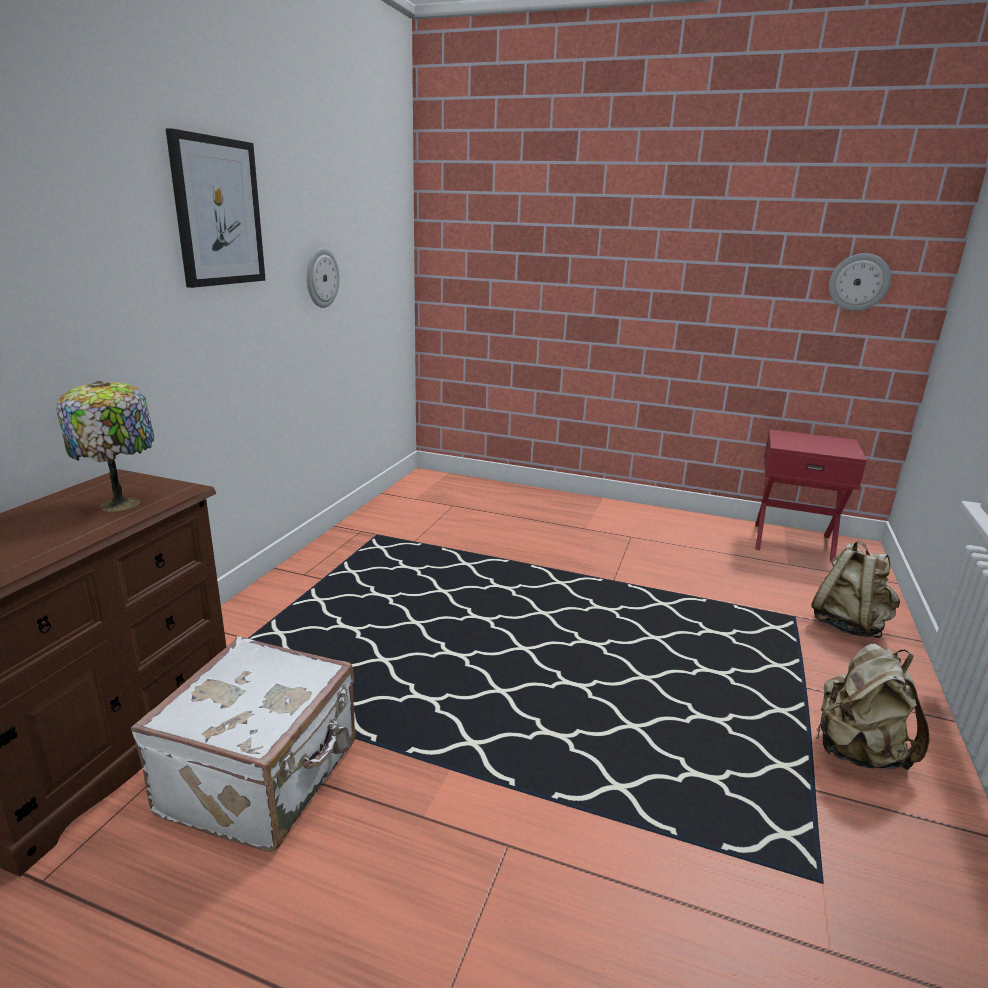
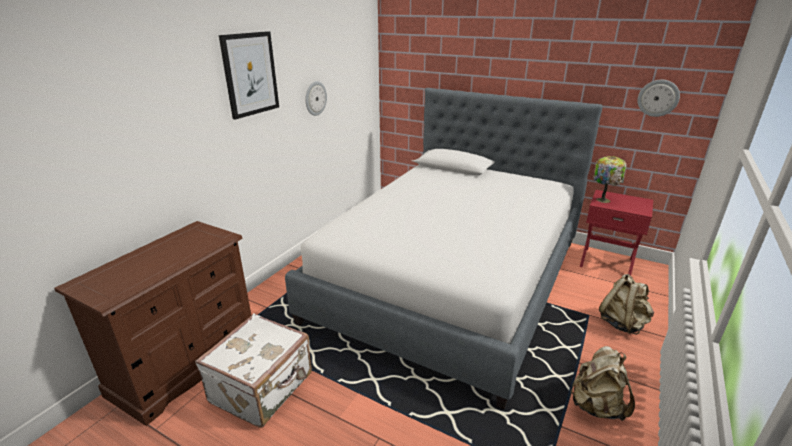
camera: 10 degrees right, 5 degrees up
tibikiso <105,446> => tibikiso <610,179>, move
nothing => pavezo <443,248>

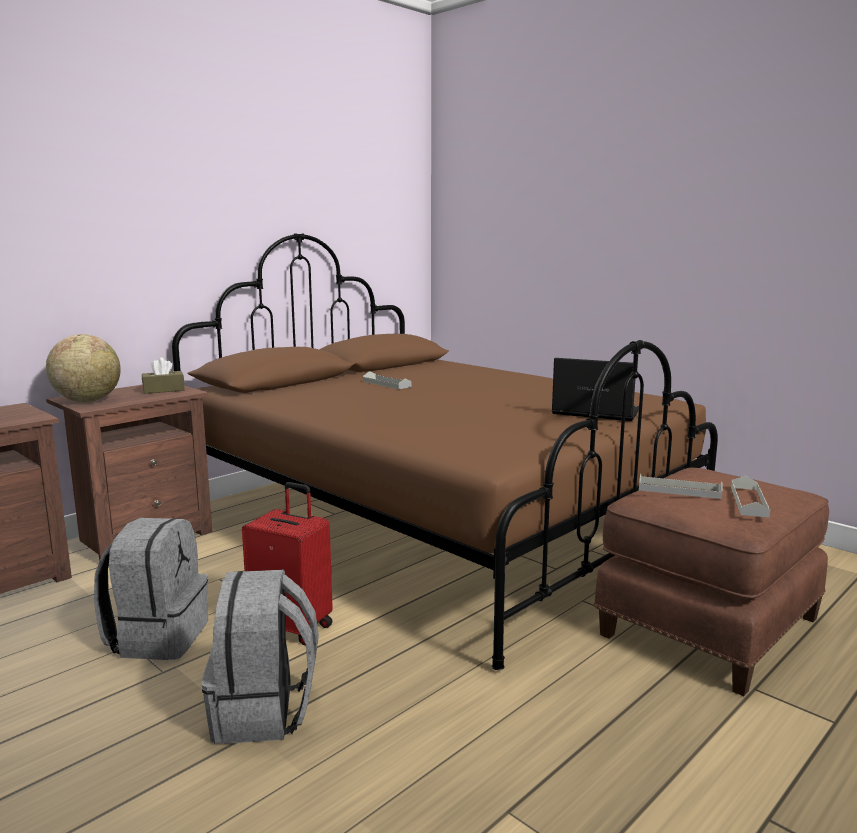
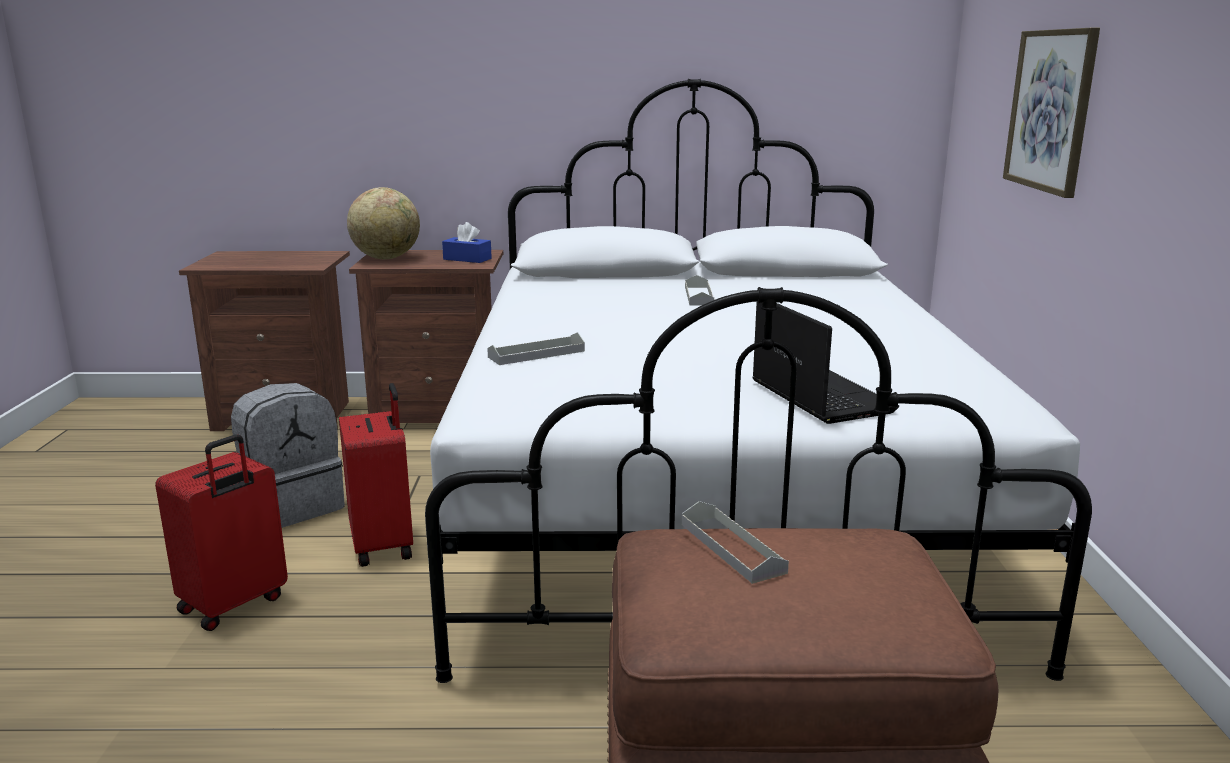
camera: 45 degrees right, 5 degrees up
brown pavezo <445,451> => white pavezo <758,381>
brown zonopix <163,376> => blue zonopix <467,242>
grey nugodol <750,497> => grey nugodol <536,348>, move
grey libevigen <260,657> => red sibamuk <221,532>
nothing => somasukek <1051,113>

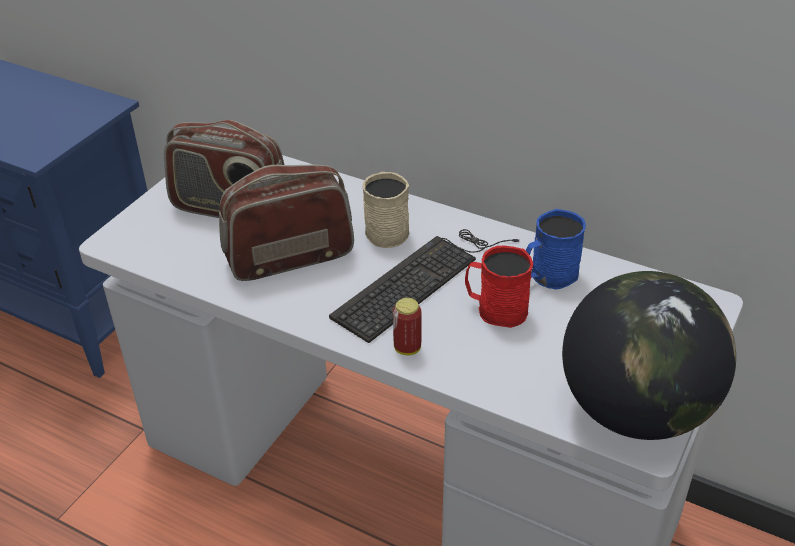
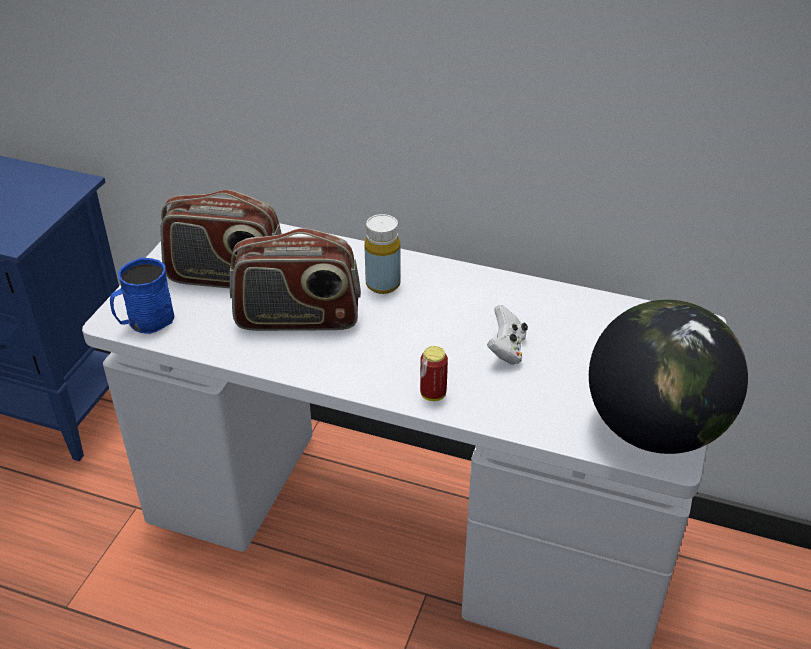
camera: 10 degrees left, 0 degrees up
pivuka <286,223> => pivuka <295,279>, 150 degrees counterclockwise
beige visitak <386,210> => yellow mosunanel <382,254>
blue visitak <556,249> => blue visitak <142,295>, move
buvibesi <424,286> => nothing
red visitak <499,287> => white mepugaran <507,335>

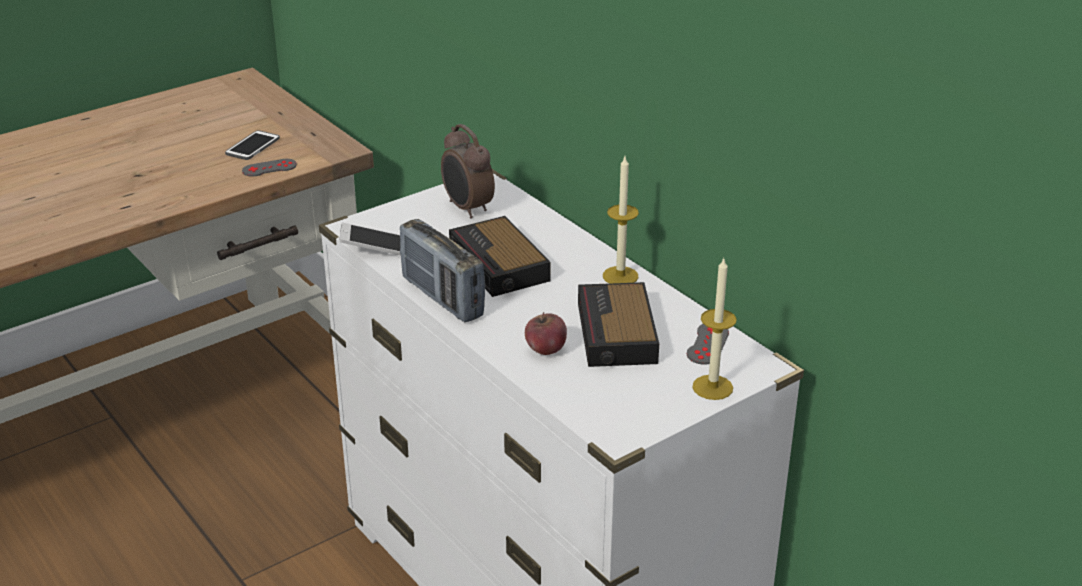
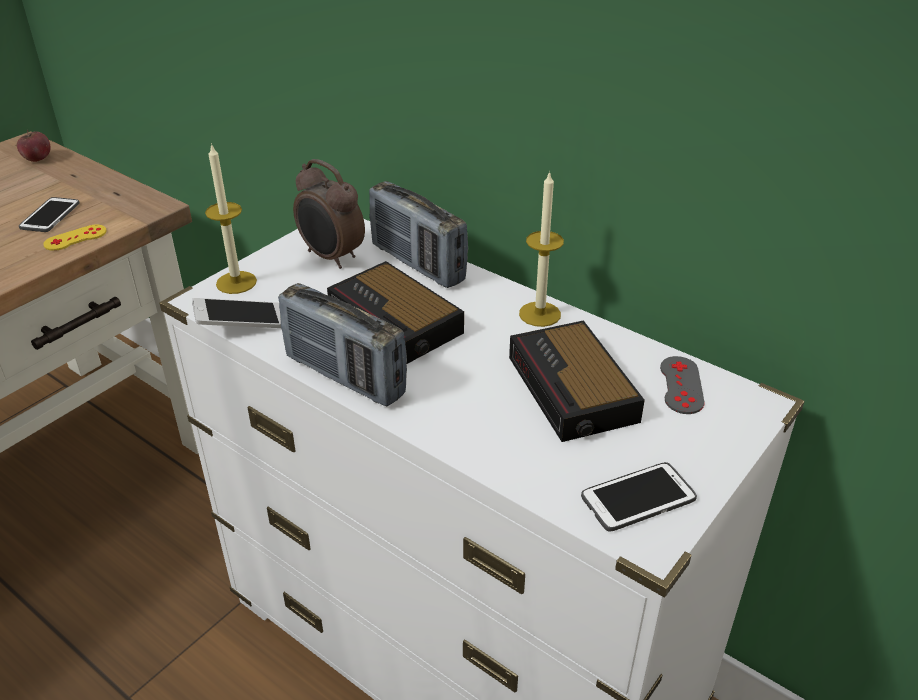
camera: 15 degrees left, 5 degrees up
grey mepugaran <269,168> => yellow mepugaran <75,237>
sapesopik <714,329> => sapesopik <231,218>, move
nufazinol <546,333> => nufazinol <33,146>, move
nothing => pivuka <418,234>
nothing => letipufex <639,497>

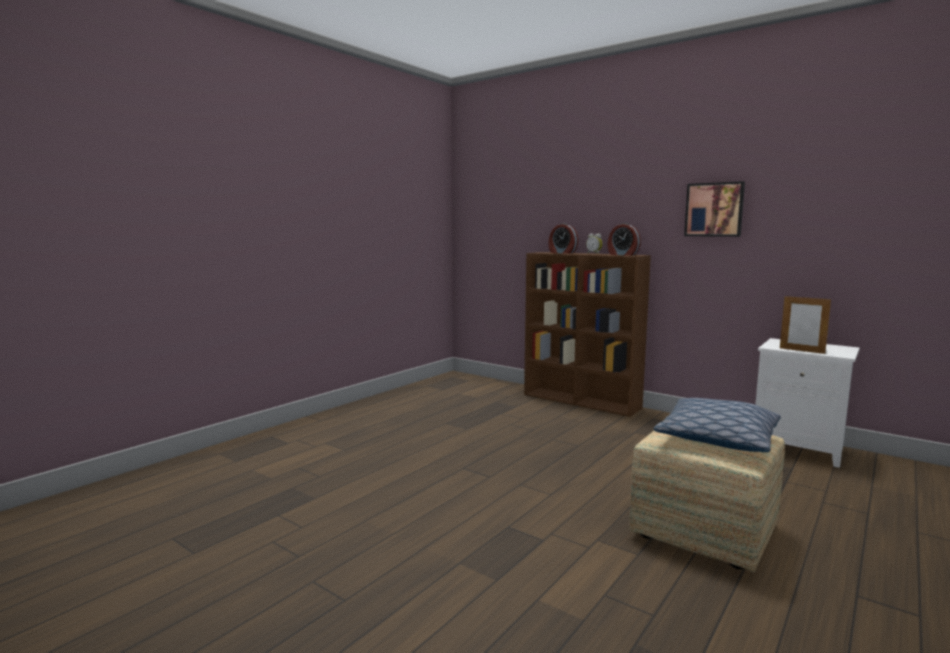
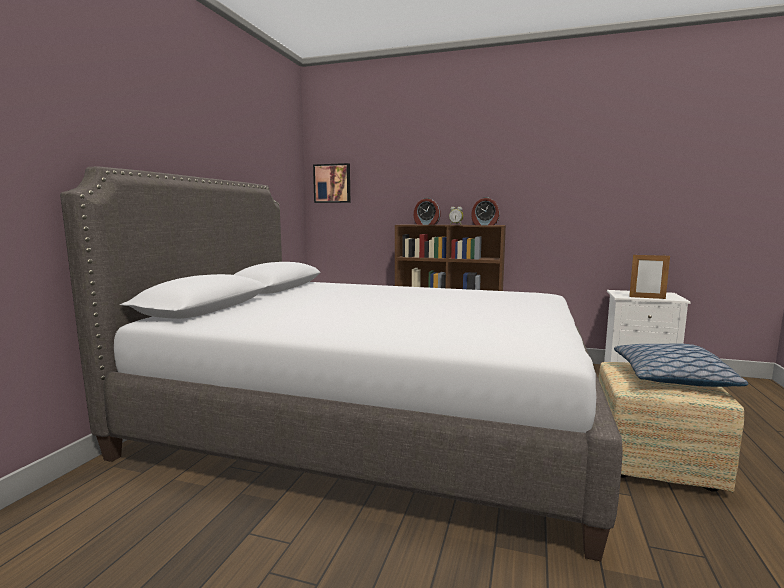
camera: 20 degrees left, 0 degrees up
somasukek <714,209> => somasukek <331,183>, move
nothing => grey pavezo <341,363>

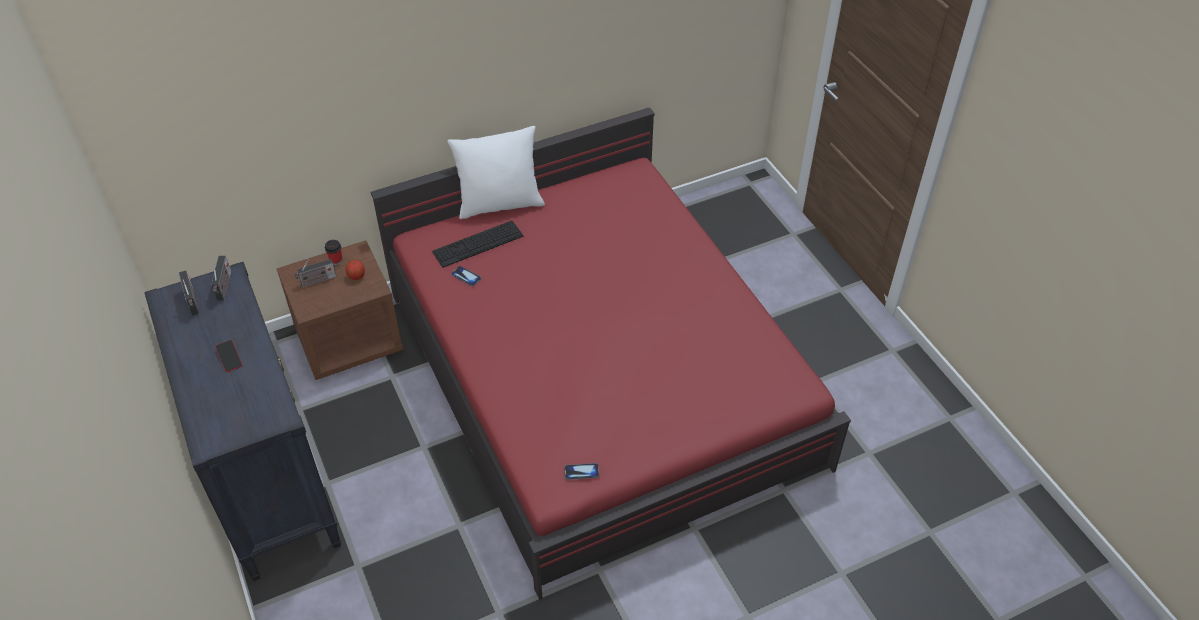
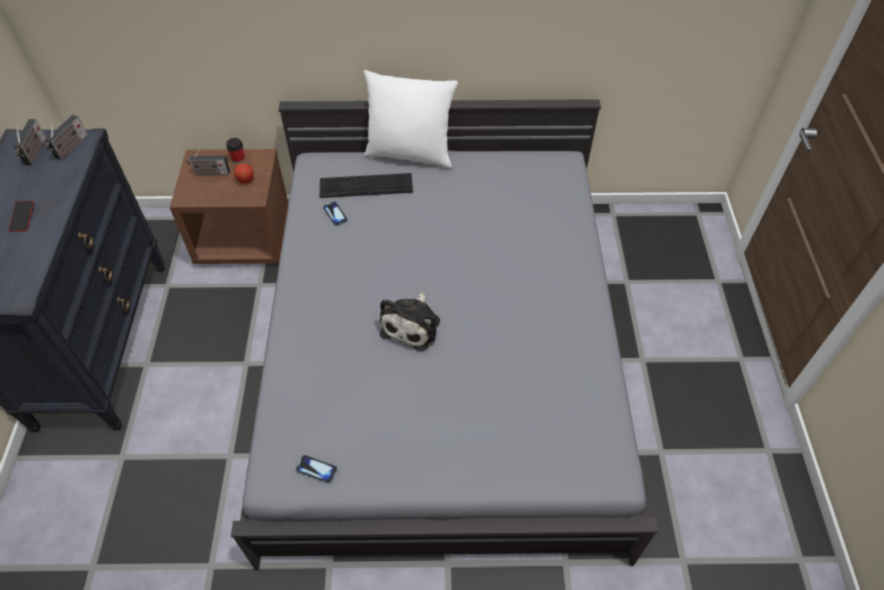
camera: 25 degrees right, 5 degrees up
red pavezo <610,353> => grey pavezo <444,334>
nothing => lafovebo <410,321>

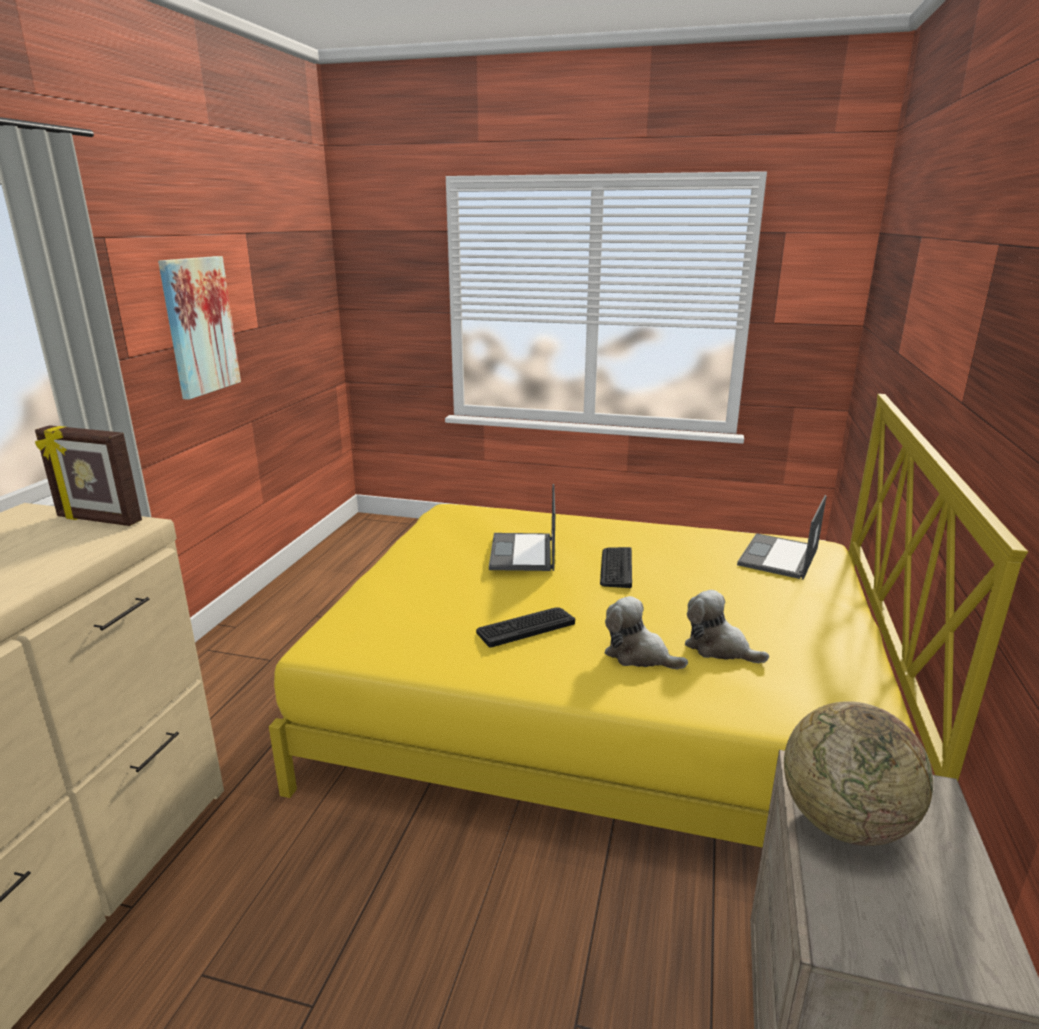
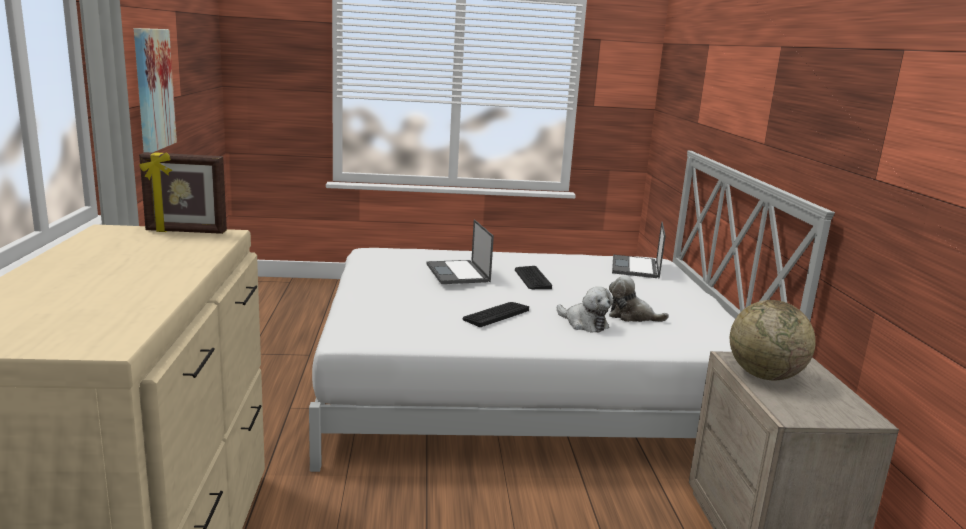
camera: 20 degrees left, 5 degrees down
yellow pavezo <648,621> => white pavezo <572,311>
lafovebo <646,632> => lafovebo <585,310>, 150 degrees counterclockwise

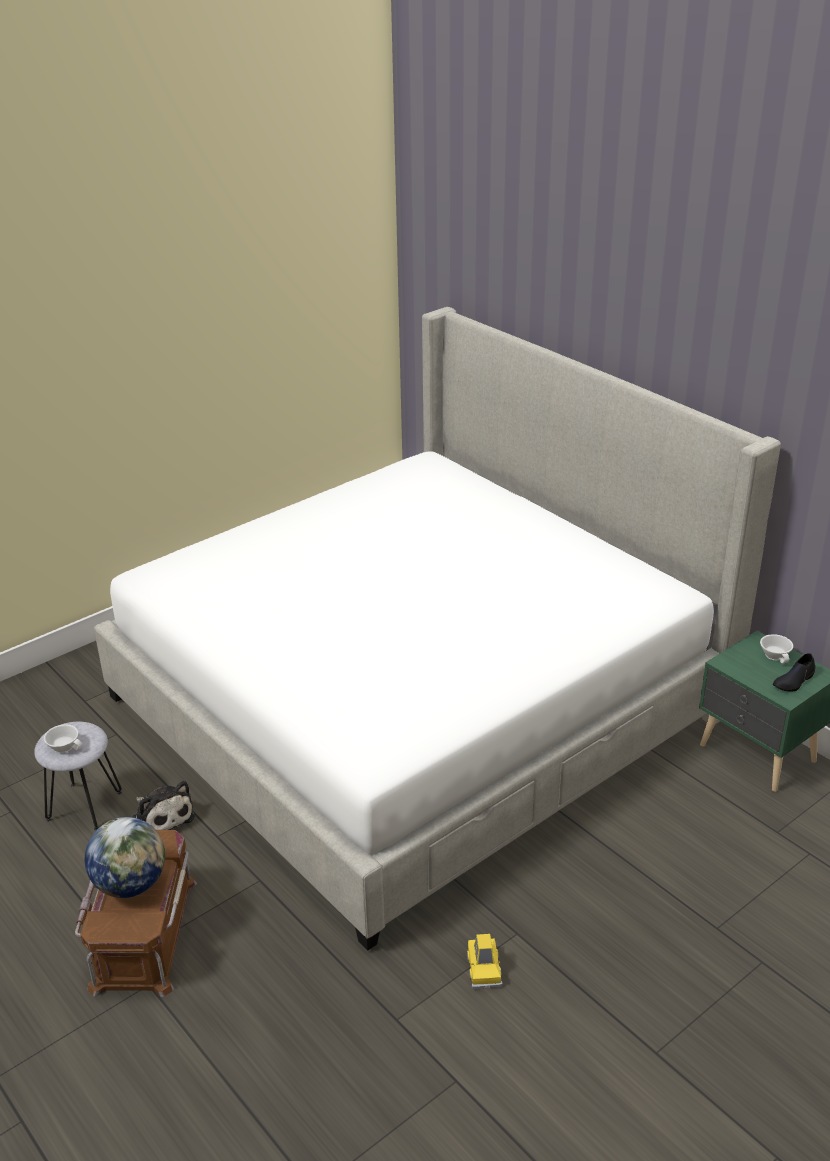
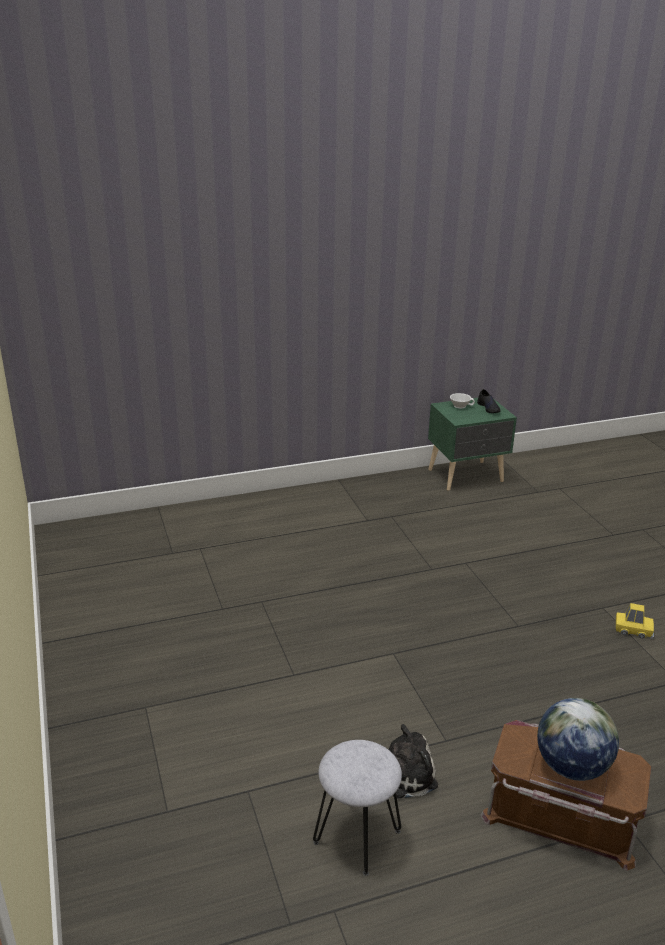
camera: 70 degrees left, 5 degrees down
pavezo <437,628> => nothing
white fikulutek <63,739> => nothing

